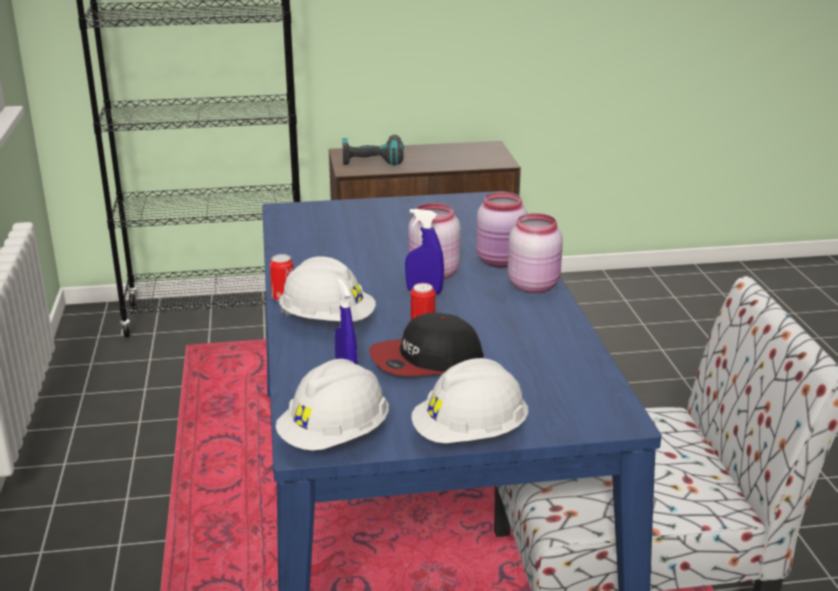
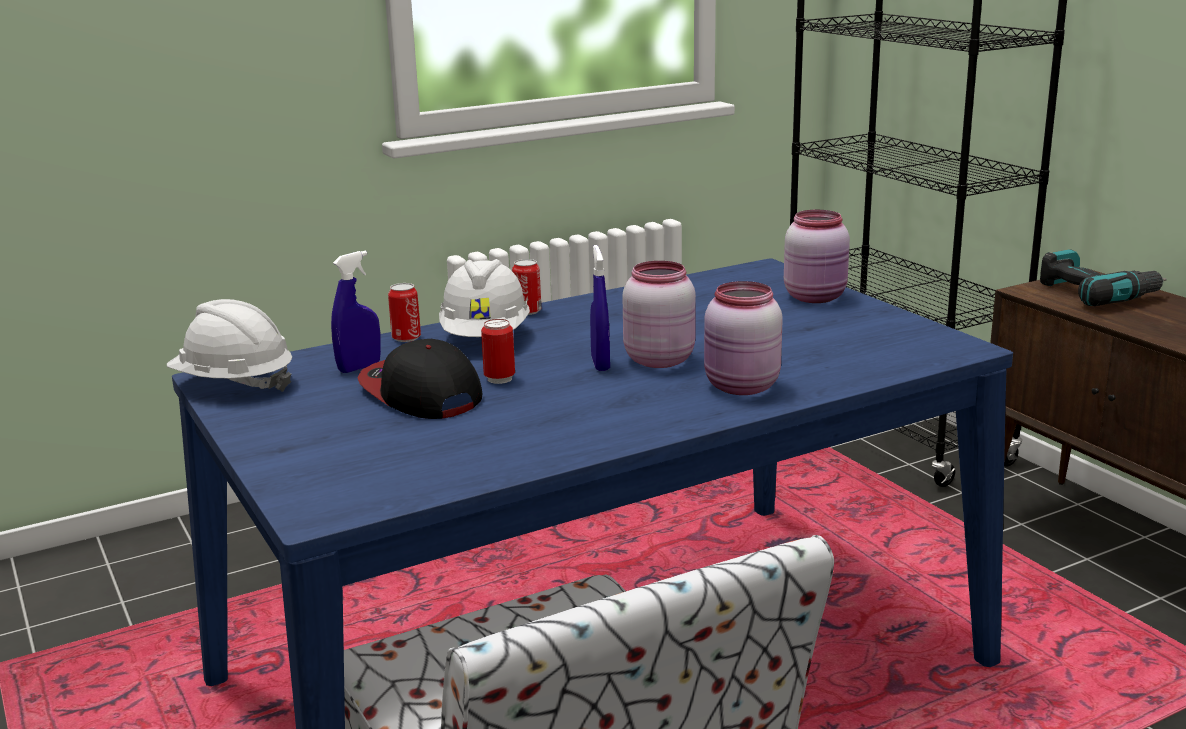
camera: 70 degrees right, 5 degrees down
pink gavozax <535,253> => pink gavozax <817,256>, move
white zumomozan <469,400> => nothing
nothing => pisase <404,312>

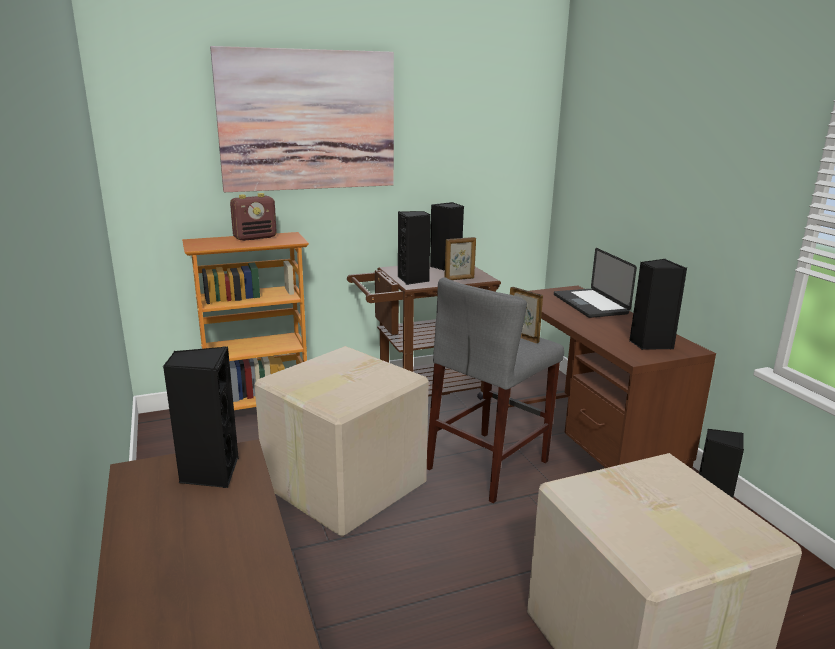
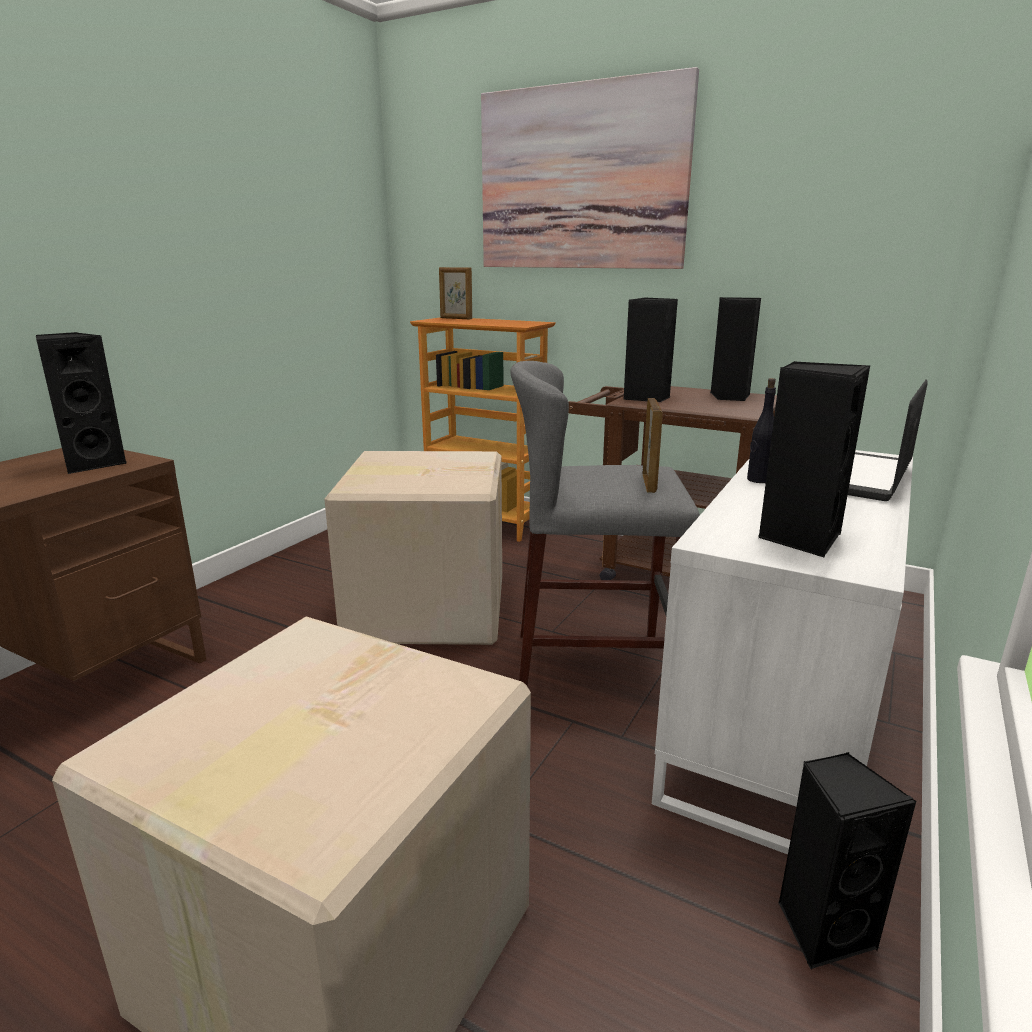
camera: 50 degrees right, 0 degrees up
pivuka <253,217> => nothing
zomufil <460,258> => zomufil <455,293>, move
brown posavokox <612,377> => white posavokox <782,652>
nothing => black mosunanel <761,430>

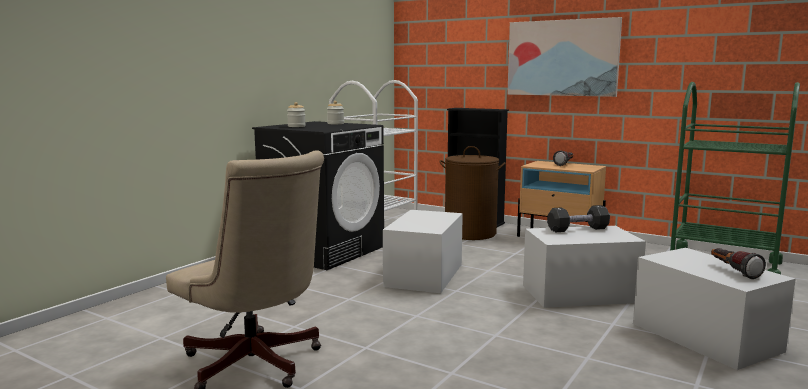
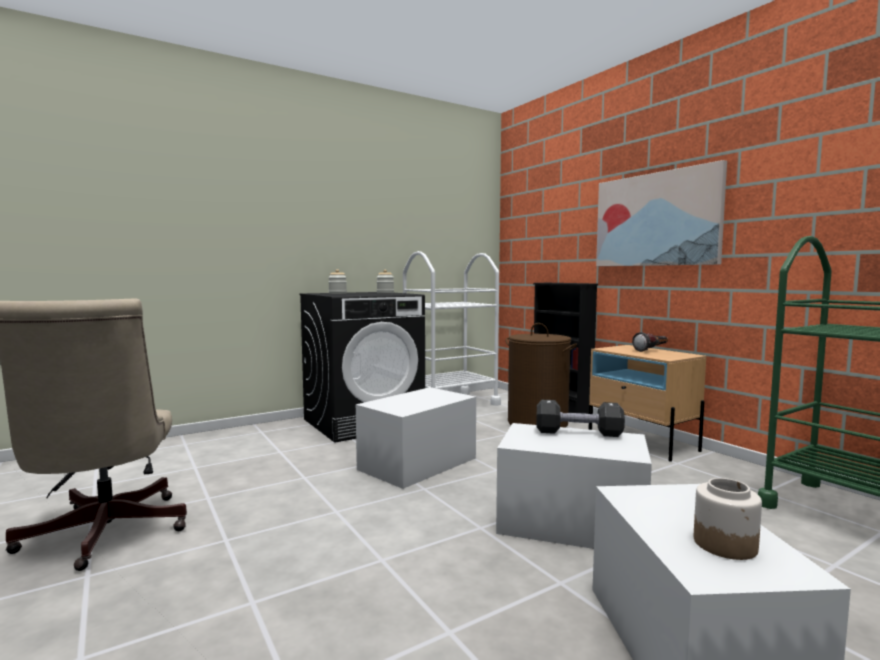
camera: 25 degrees right, 5 degrees down
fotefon <738,263> => gavozax <728,519>

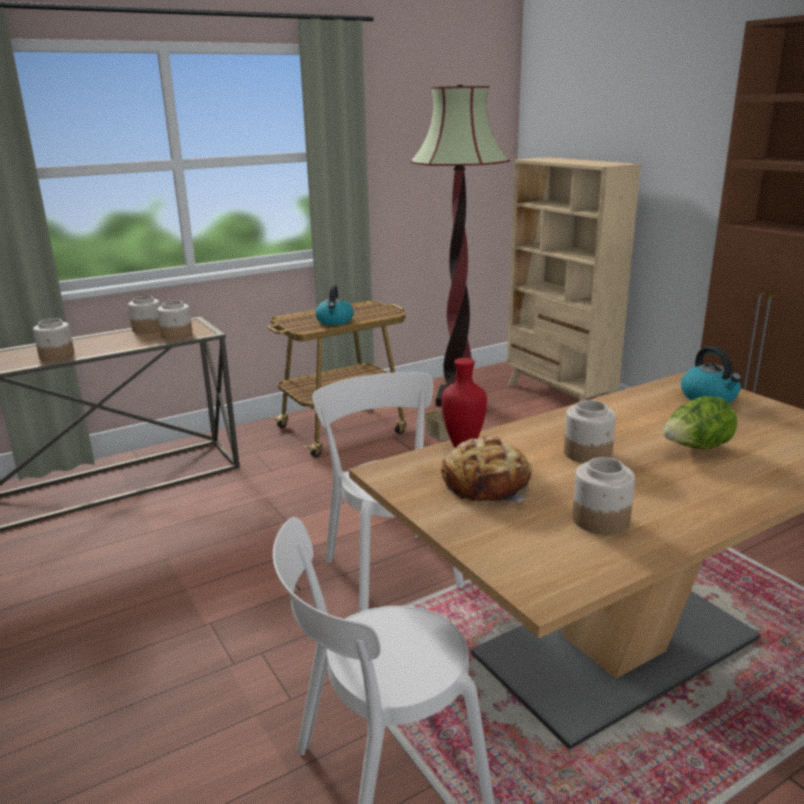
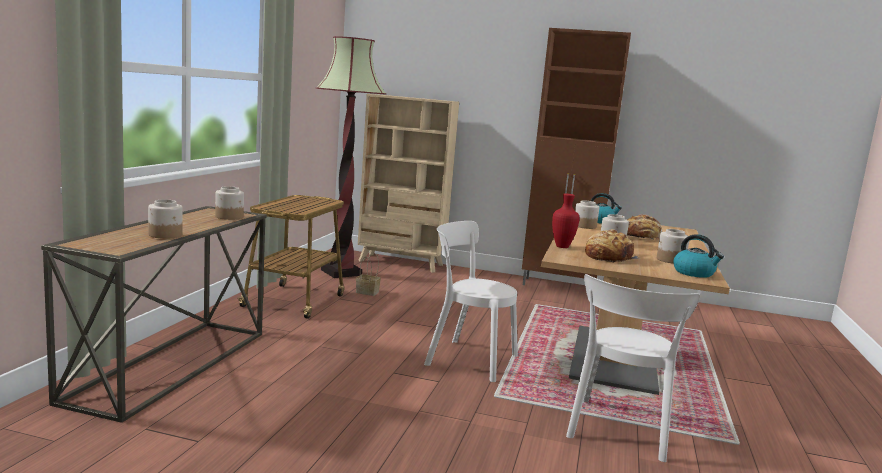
camera: 45 degrees left, 10 degrees down
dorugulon <334,305> => dorugulon <698,256>, move
gavozax <144,314> => gavozax <587,215>, move
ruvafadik <700,423> => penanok <644,227>

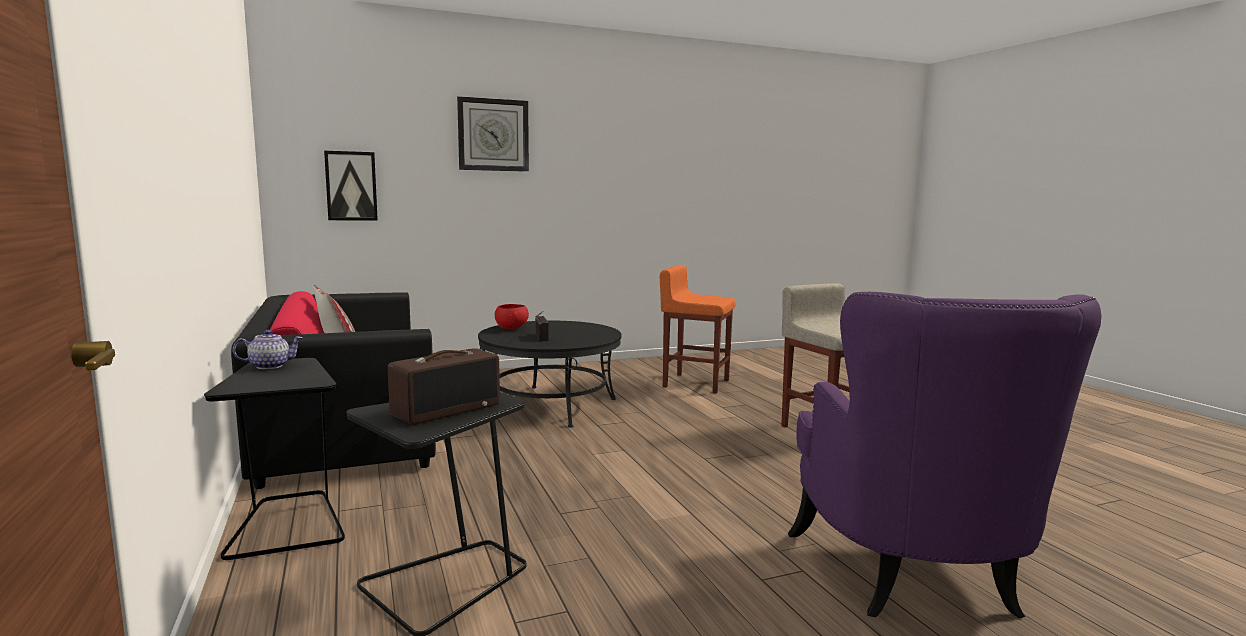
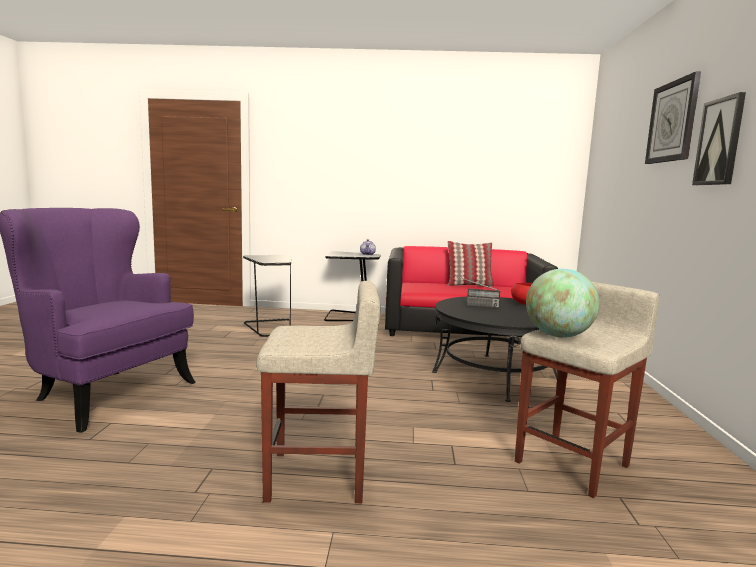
camera: 115 degrees right, 0 degrees up
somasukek <351,185> => somasukek <719,138>, move
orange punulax <697,329> => beige punulax <587,390>
pivuka <444,386> => nothing
nothing => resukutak <563,303>

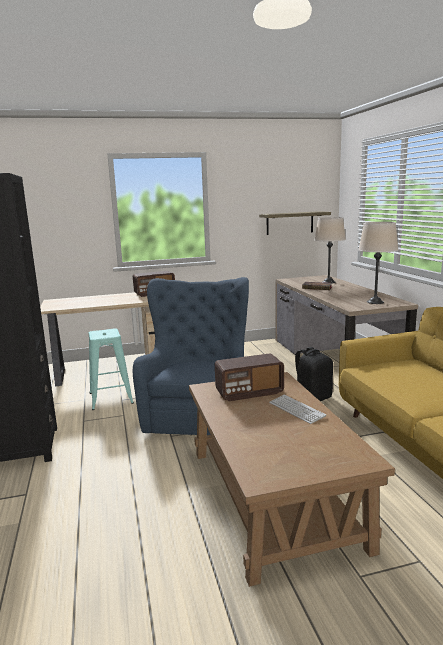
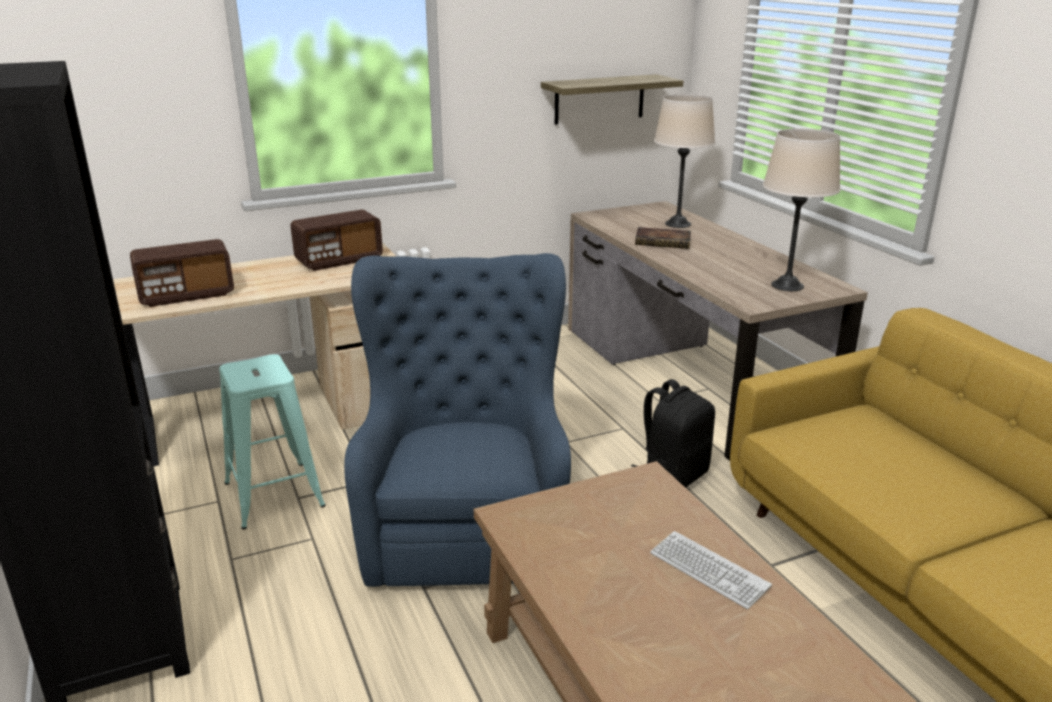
camera: 10 degrees left, 10 degrees up
pivuka <249,377> => pivuka <182,273>, move

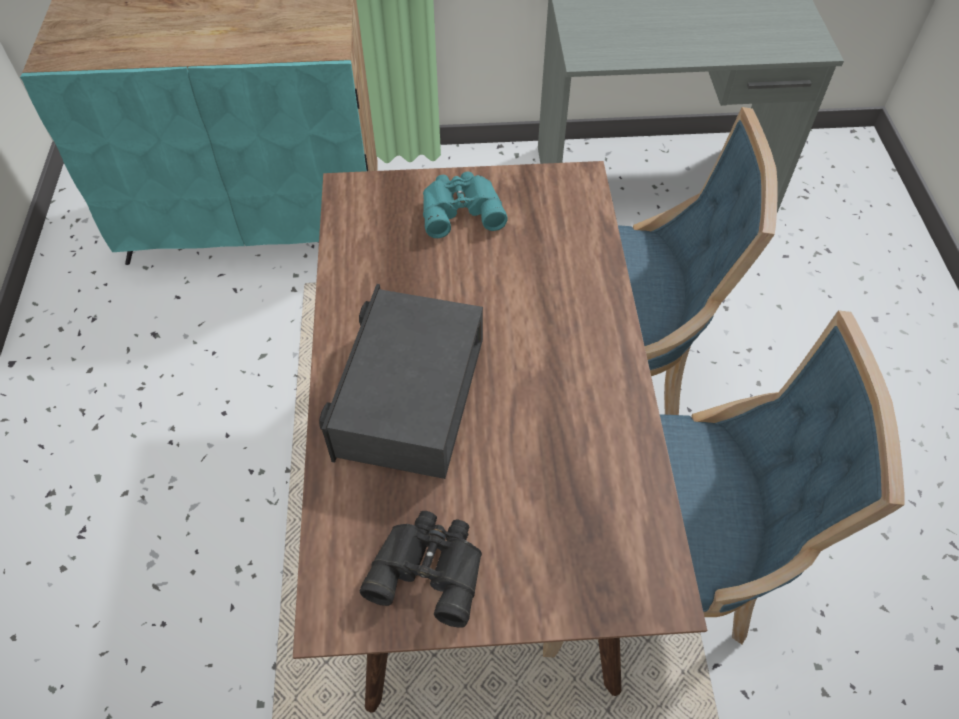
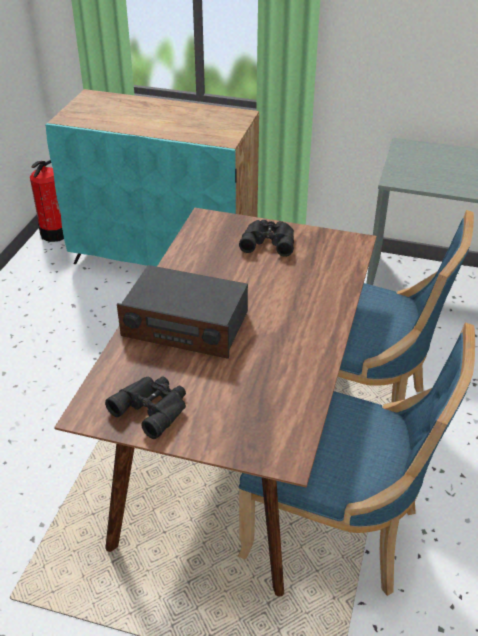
camera: 20 degrees right, 15 degrees down
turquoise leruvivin <465,205> => black leruvivin <266,238>
pivuka <401,381> => pivuka <182,312>, 105 degrees counterclockwise
nothing => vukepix <47,201>

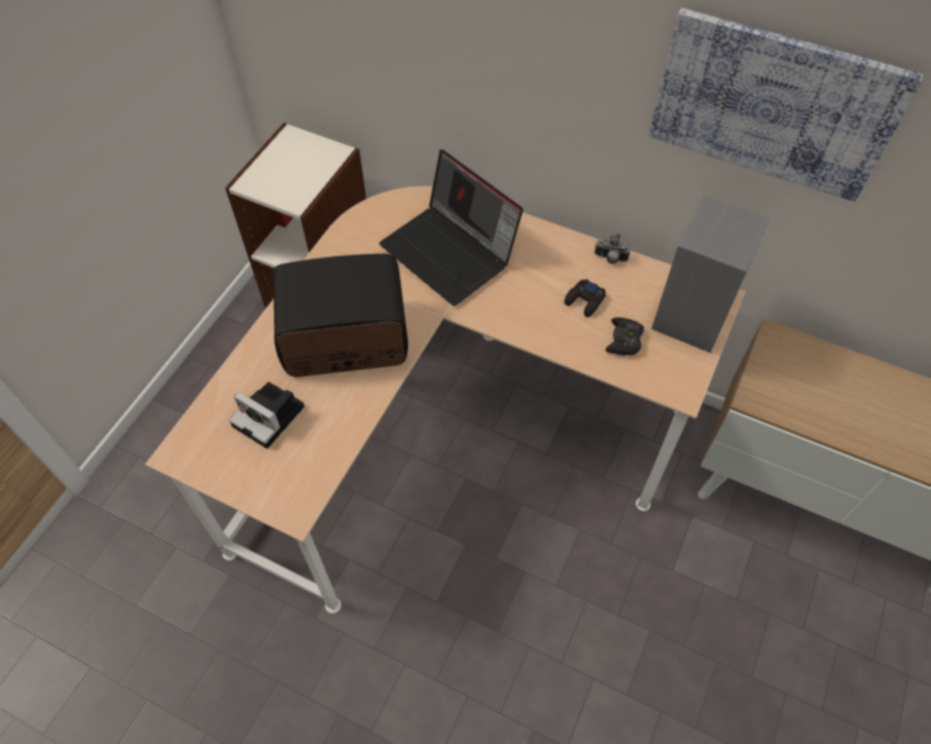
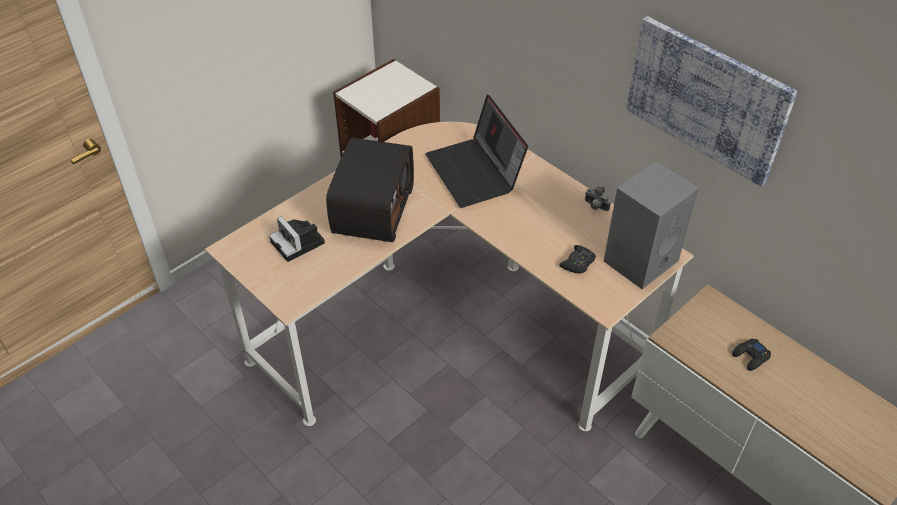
camera: 20 degrees right, 10 degrees down
pivuka <340,315> => pivuka <370,190>, 90 degrees clockwise
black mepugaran <585,298> => black mepugaran <751,354>, move

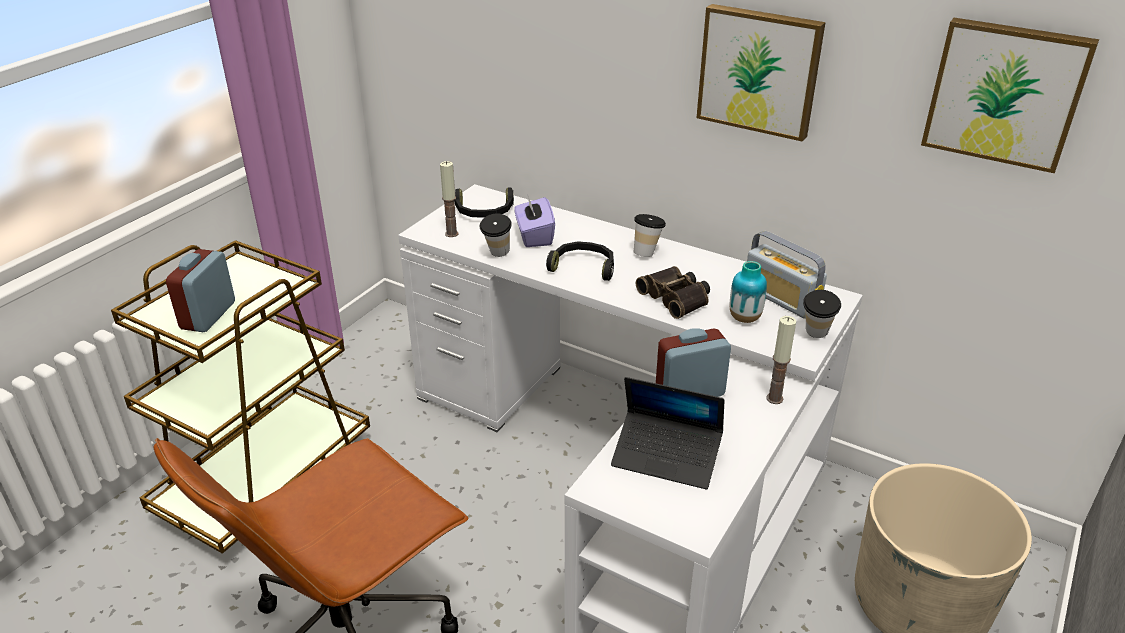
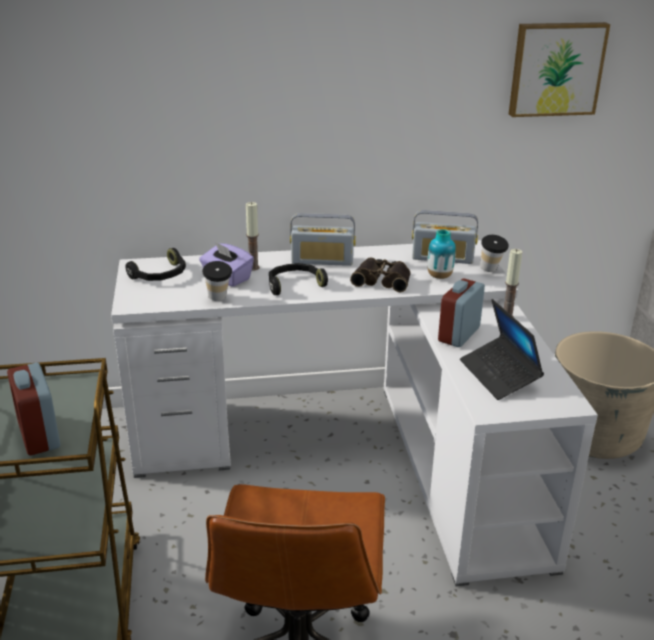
camera: 40 degrees left, 5 degrees down
somasukek <761,73> => nothing
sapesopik <449,199> => sapesopik <253,236>, move
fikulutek <650,235> => pivuka <323,239>
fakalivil <668,433> => fakalivil <502,349>, 90 degrees clockwise

